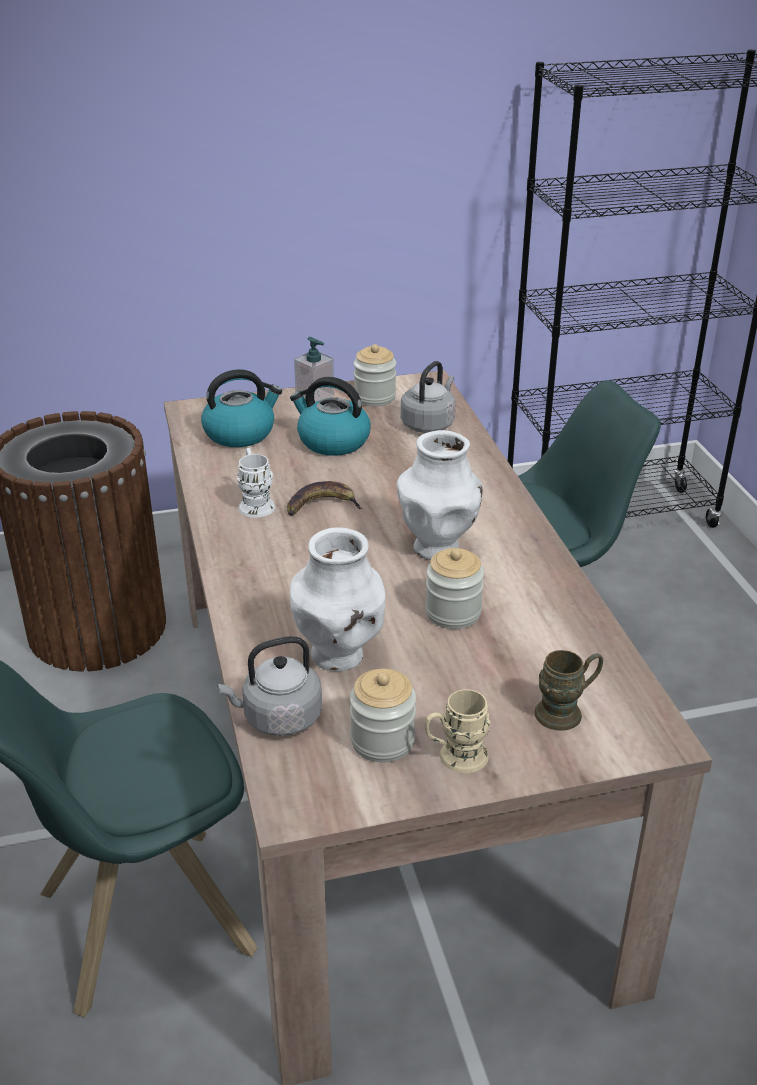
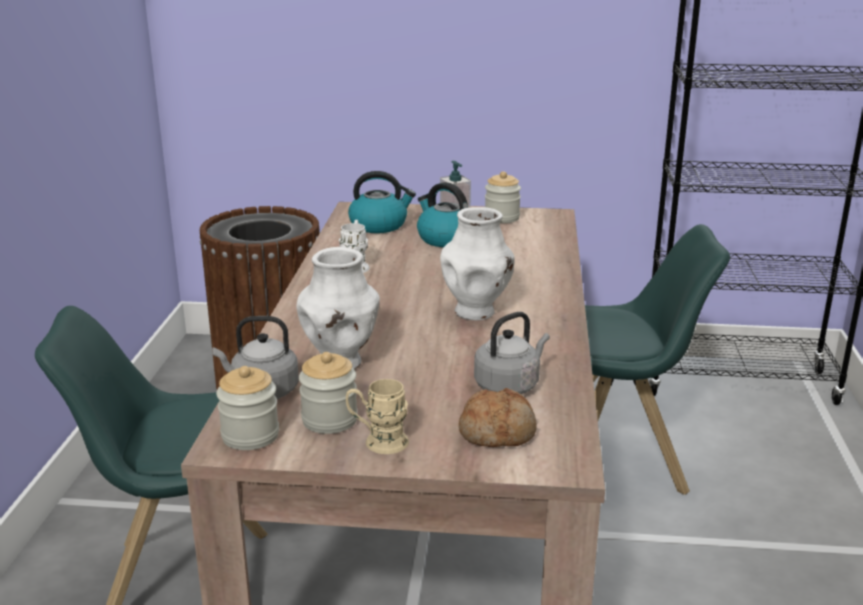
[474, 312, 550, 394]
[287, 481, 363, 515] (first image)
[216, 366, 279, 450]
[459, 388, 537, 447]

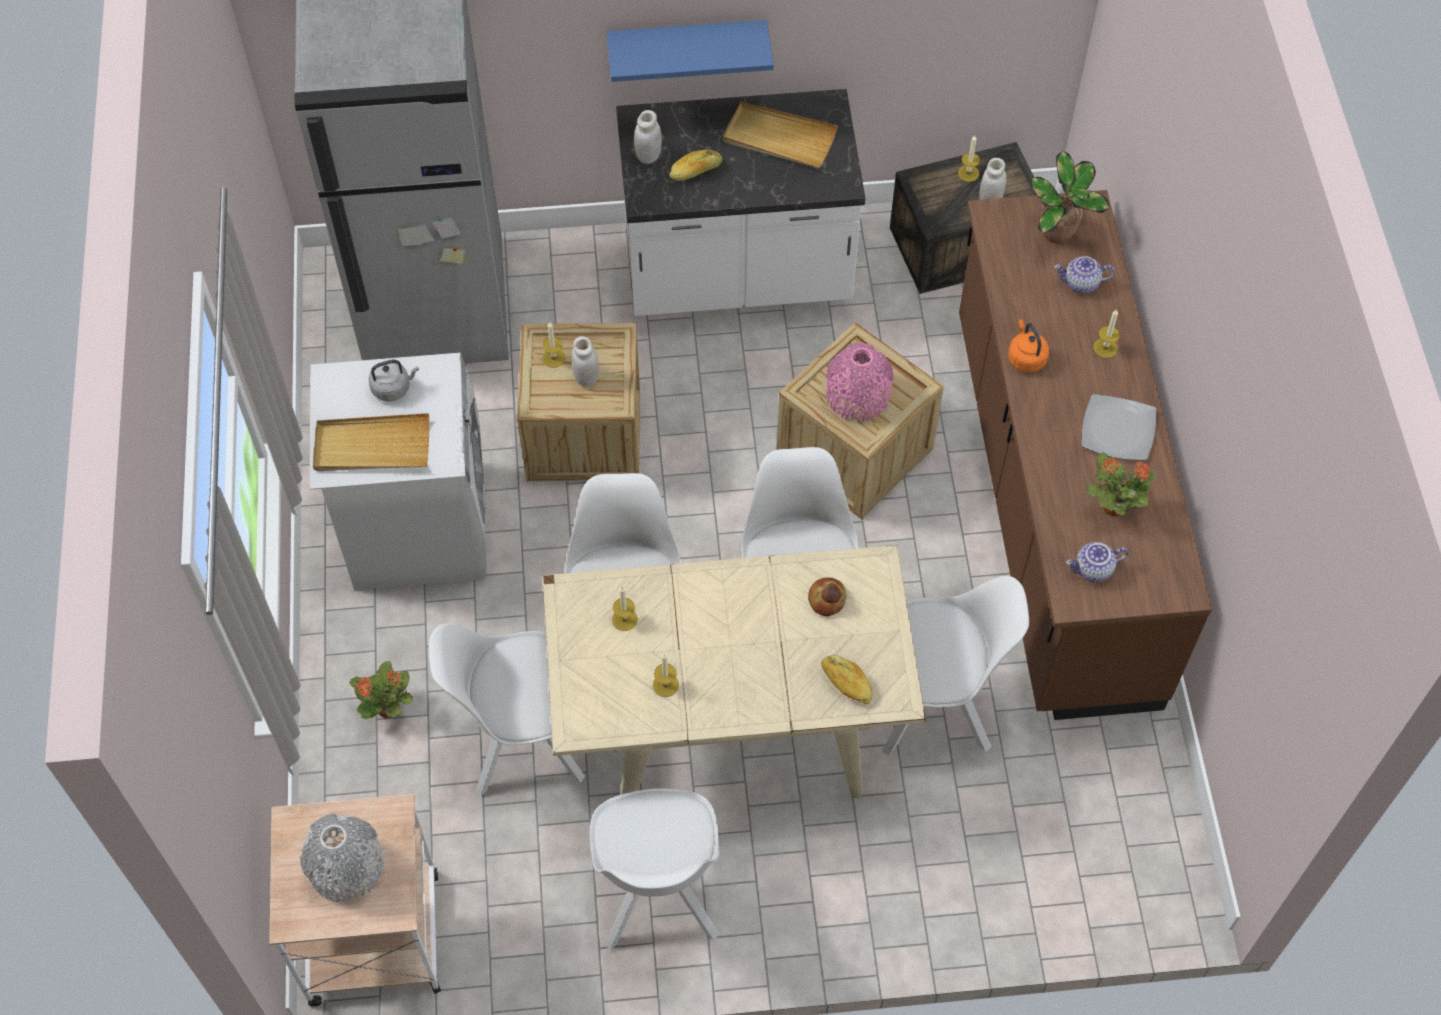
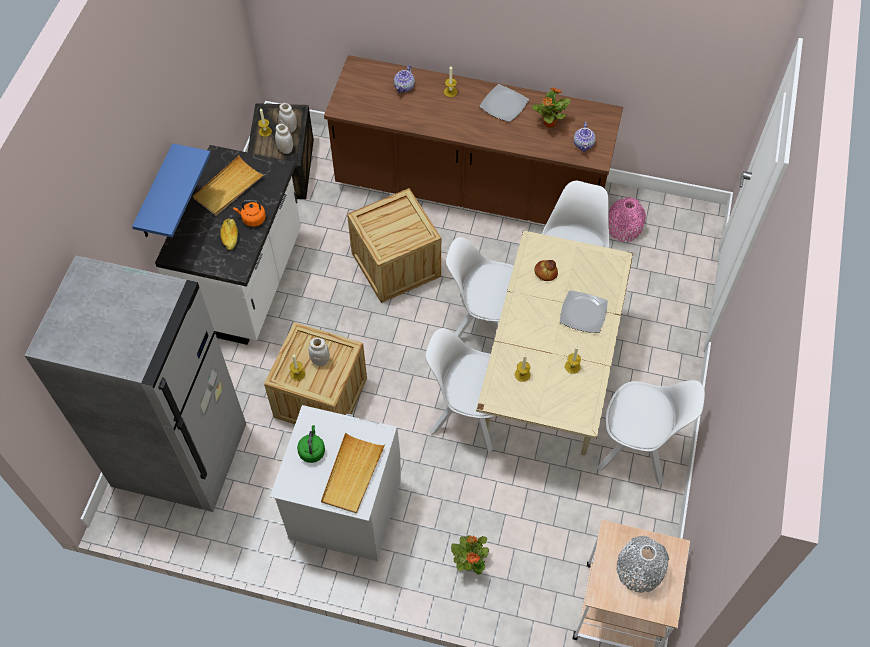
[275, 124, 293, 154]
[1029, 151, 1109, 244] (first image)
[233, 200, 266, 227]
[609, 197, 646, 242]
[297, 425, 325, 463]
[429, 624, 585, 796] (first image)
[821, 655, 873, 704] (first image)
[560, 290, 608, 333]

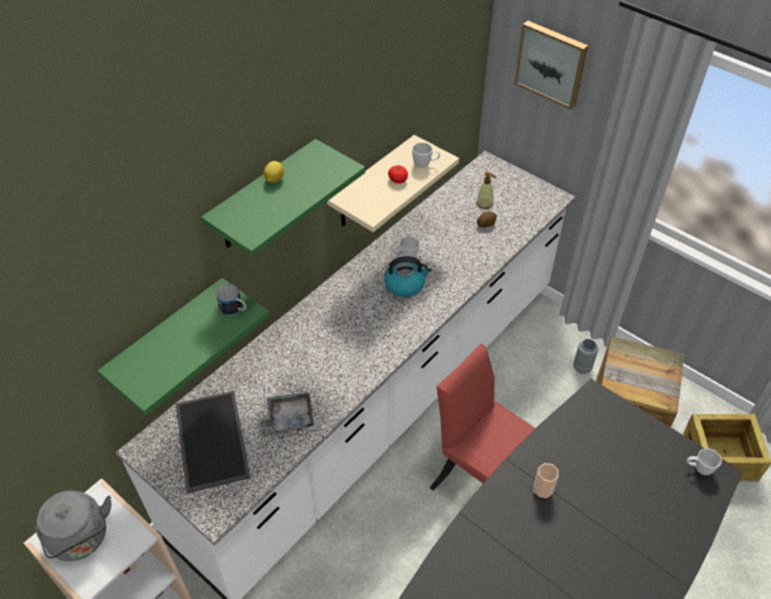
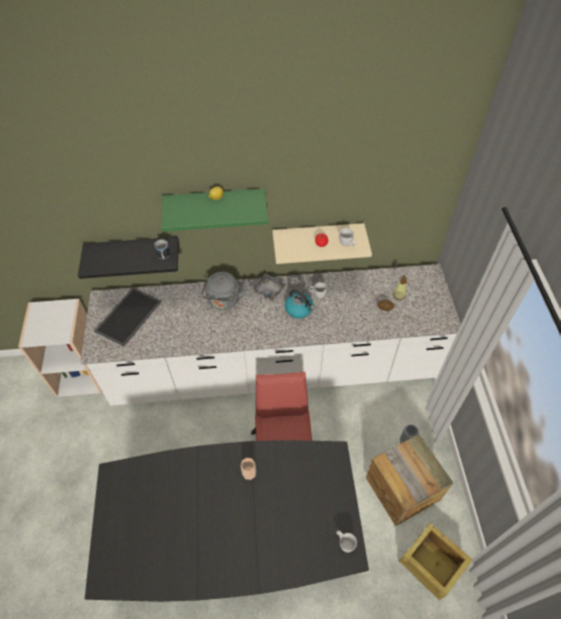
[515, 21, 588, 110] (first image)
[78, 237, 179, 279]
[248, 273, 286, 300]
[201, 272, 246, 310]

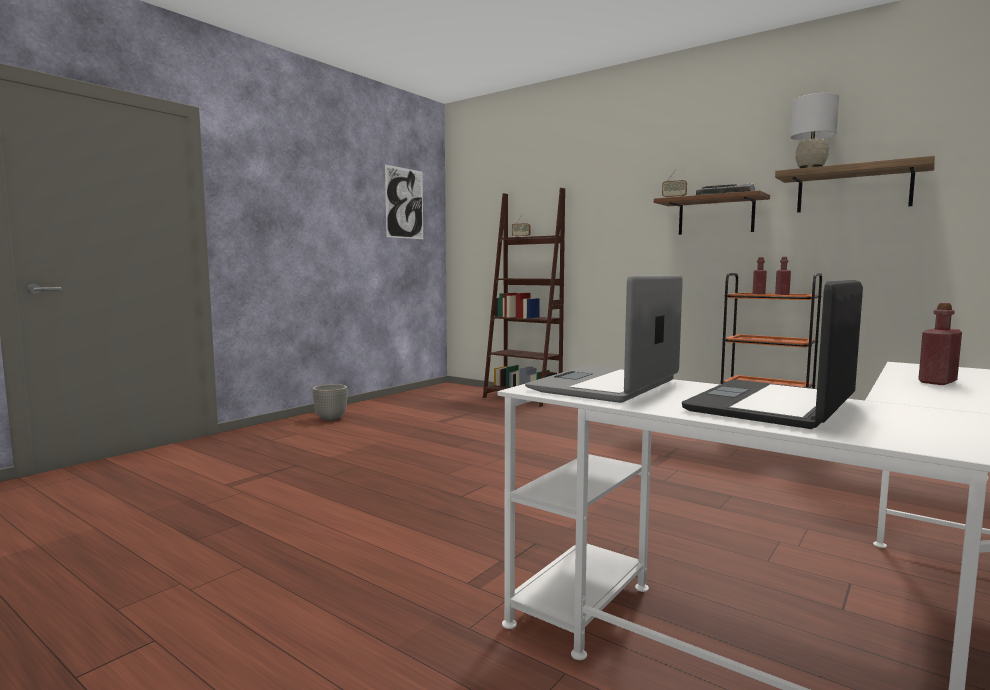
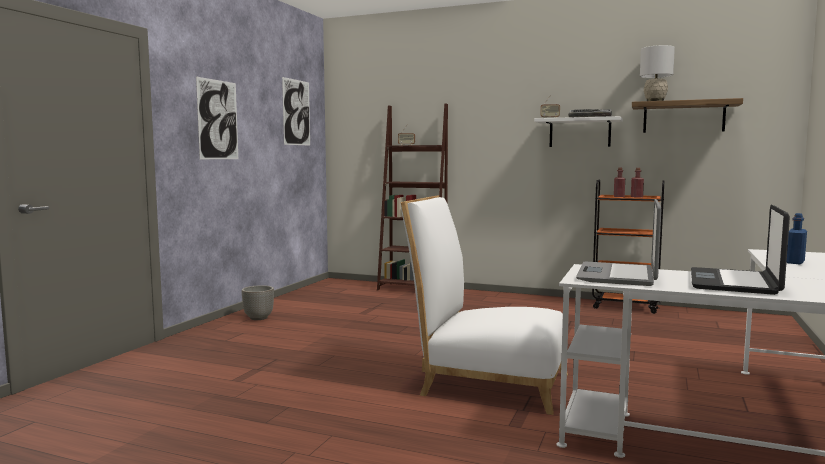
[534, 116, 623, 147]
[787, 213, 807, 264]
[196, 76, 238, 159]
[401, 195, 568, 415]

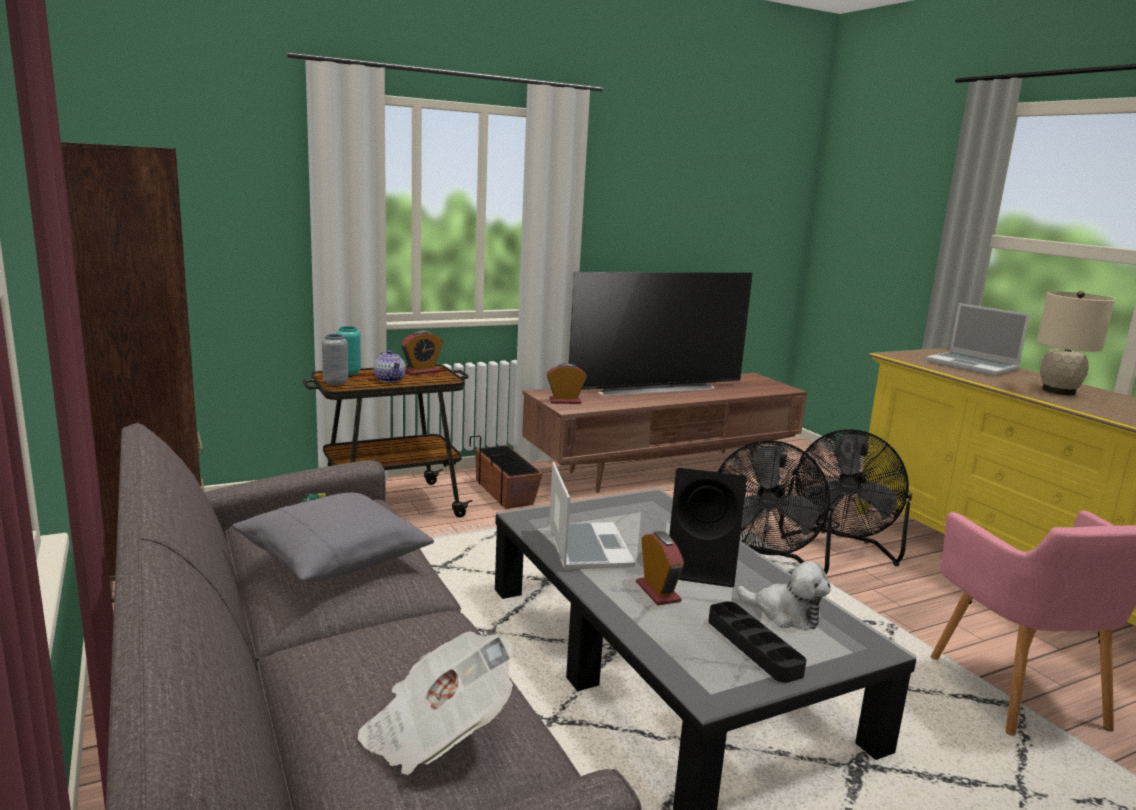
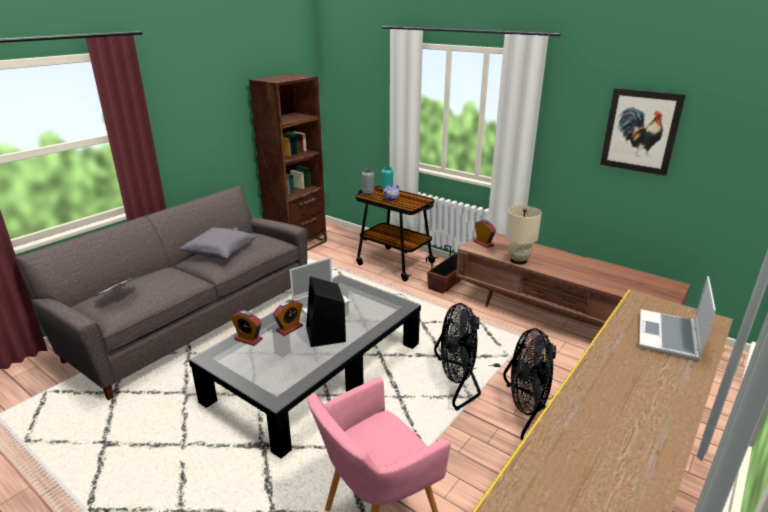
[569, 272, 753, 396] (first image)
[505, 205, 542, 264]
[231, 311, 263, 346]
[737, 561, 831, 630] (first image)
[708, 601, 806, 683] (first image)
[600, 88, 686, 176]

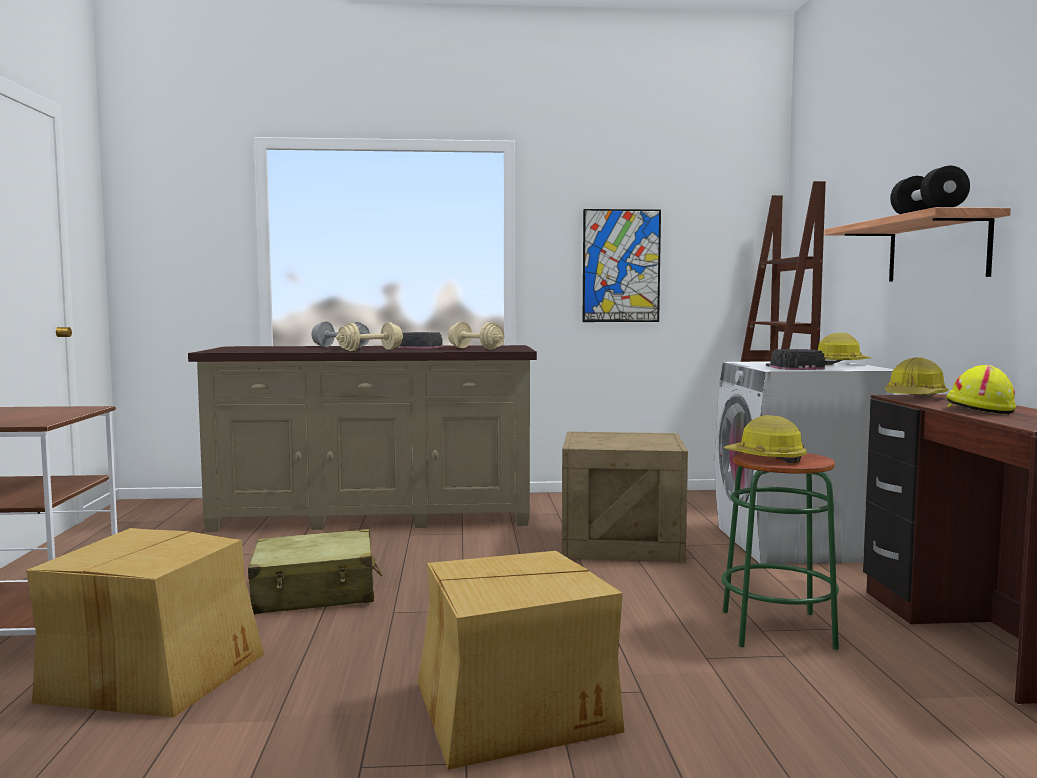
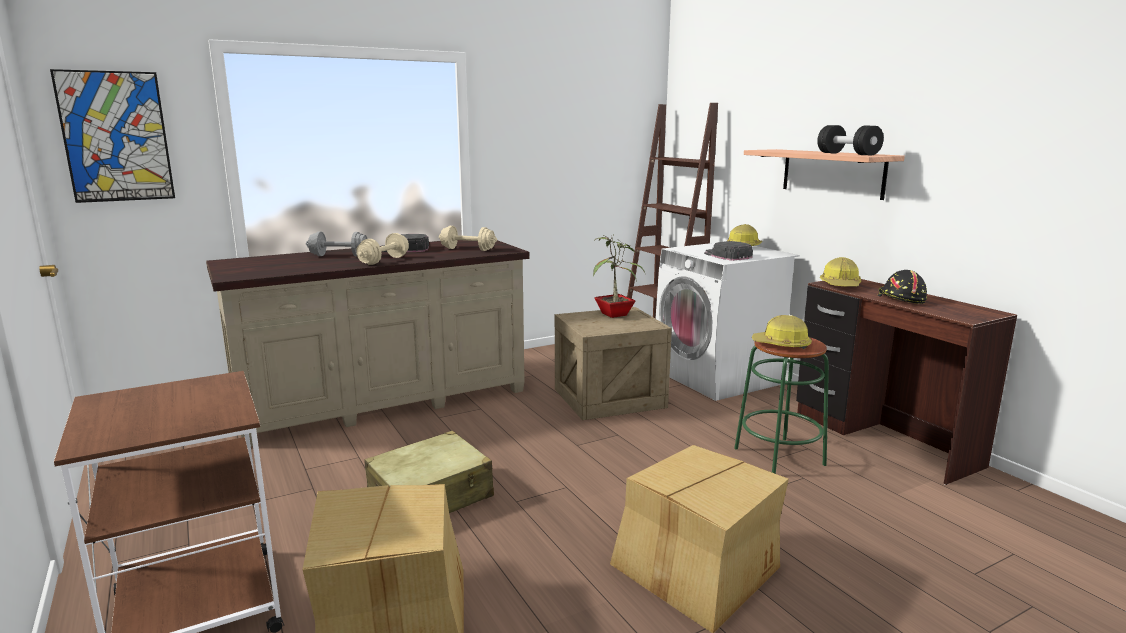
[50, 69, 175, 203]
[878, 270, 927, 304]
[593, 235, 646, 318]

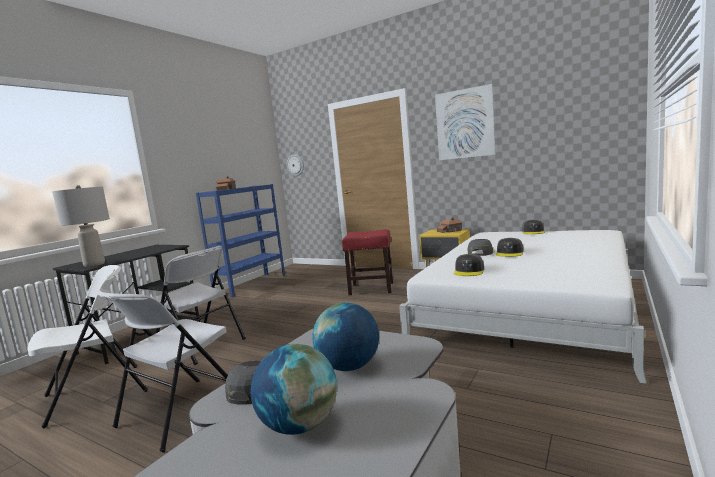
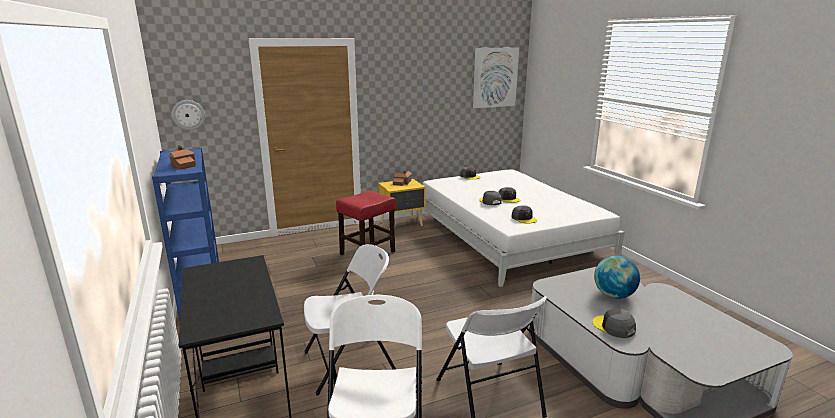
[473, 47, 519, 108]
[52, 185, 110, 267] (first image)
[251, 344, 337, 435] (first image)

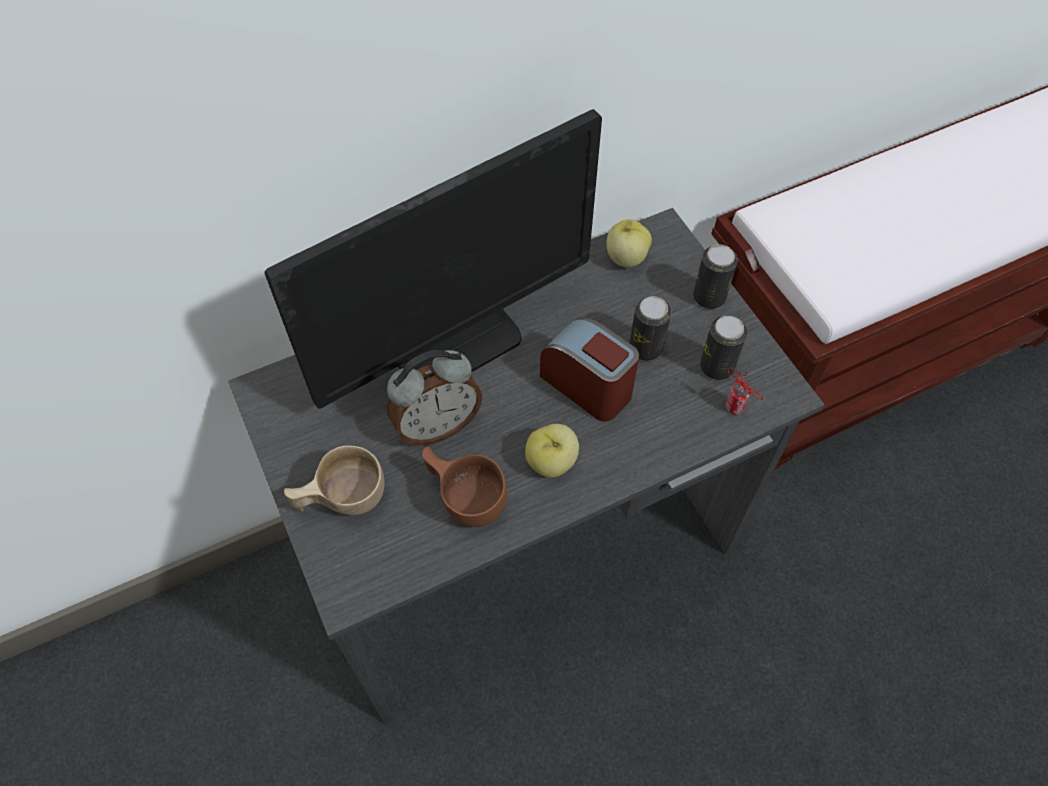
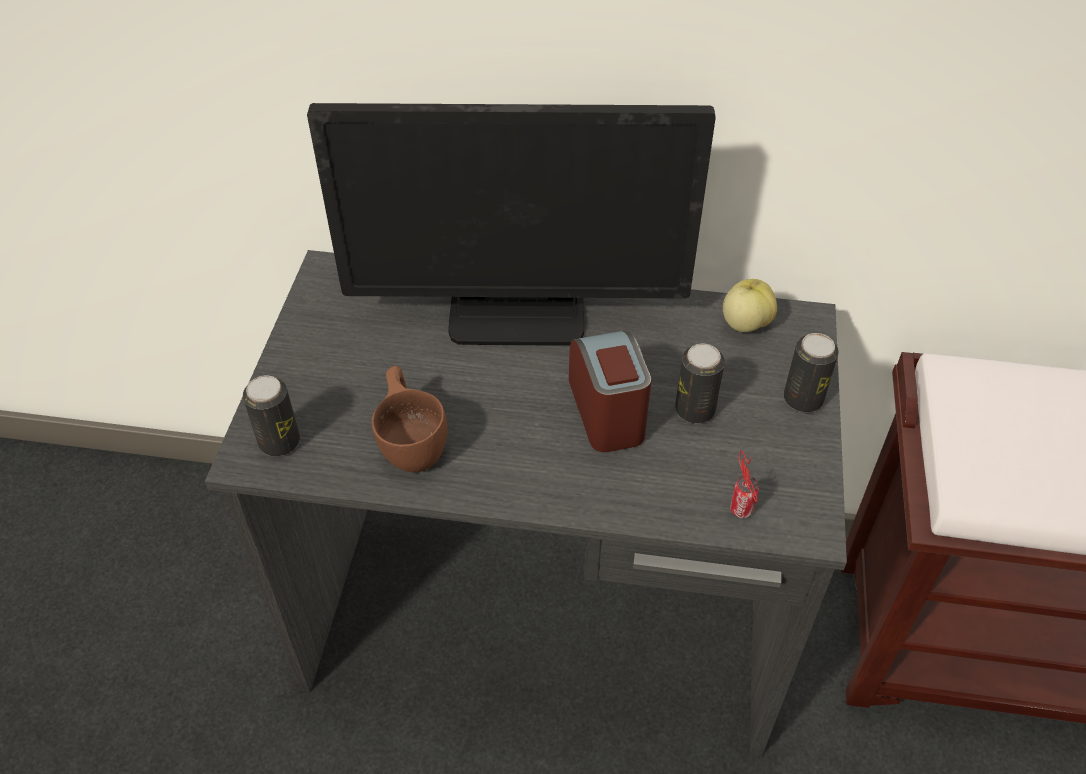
[243, 375, 300, 456]
[387, 350, 482, 446] (first image)
[525, 424, 579, 478] (first image)
[284, 445, 385, 515] (first image)

